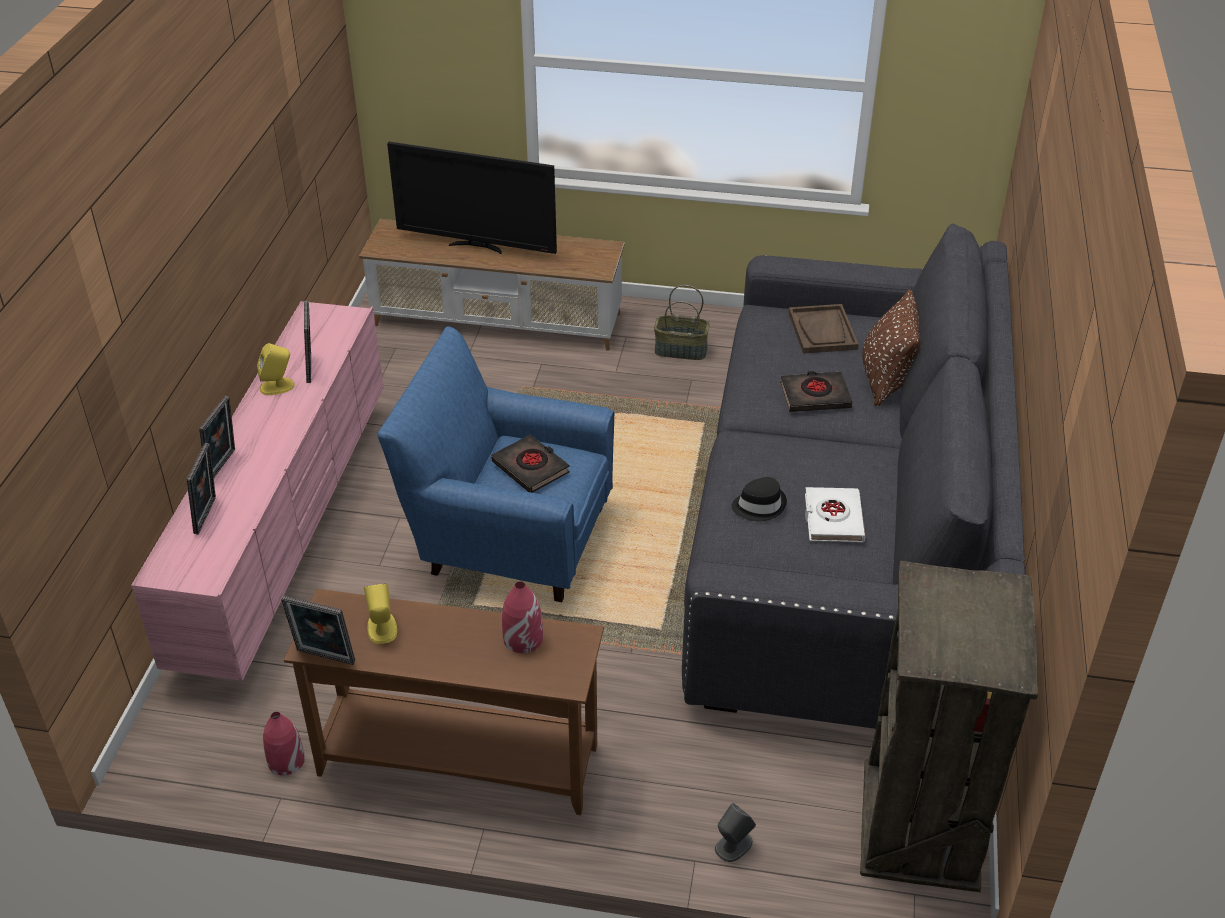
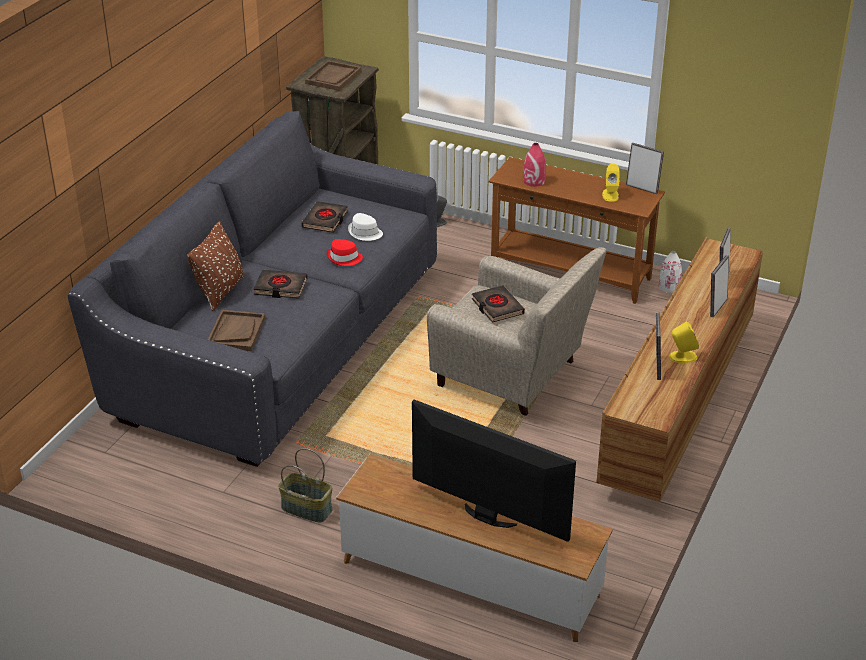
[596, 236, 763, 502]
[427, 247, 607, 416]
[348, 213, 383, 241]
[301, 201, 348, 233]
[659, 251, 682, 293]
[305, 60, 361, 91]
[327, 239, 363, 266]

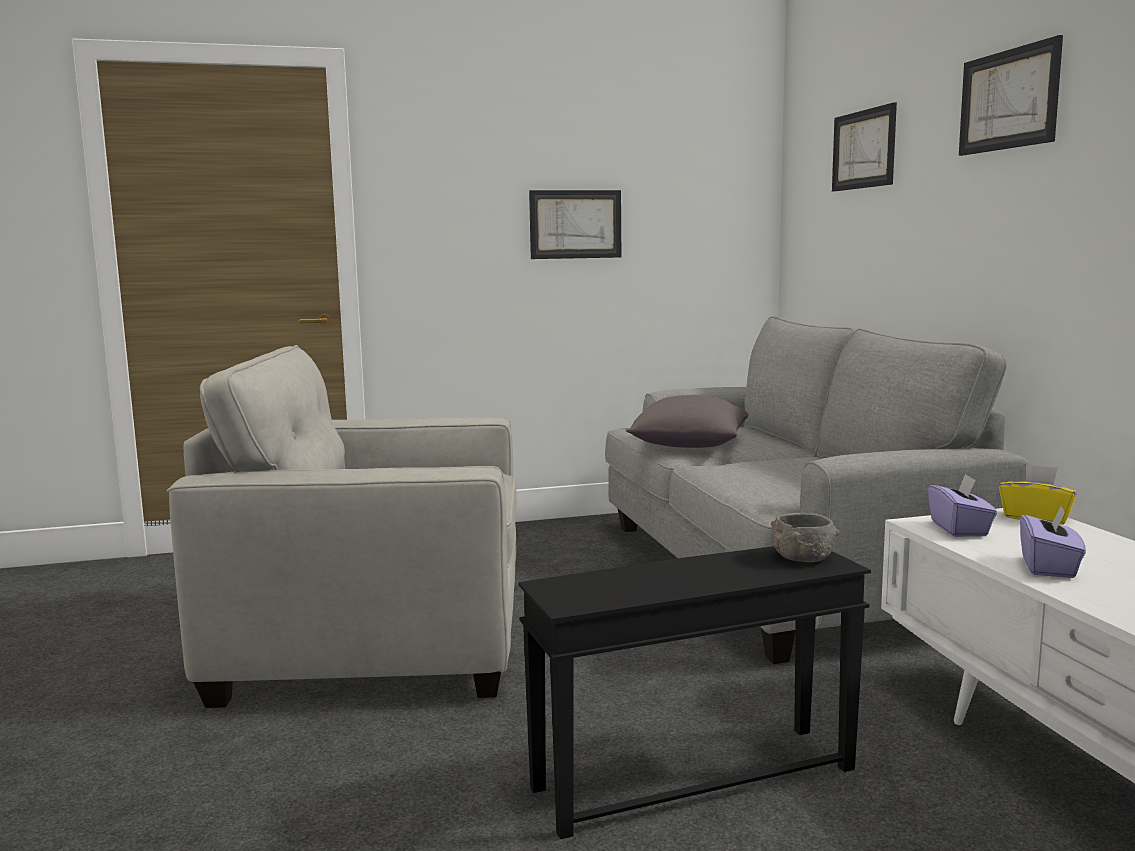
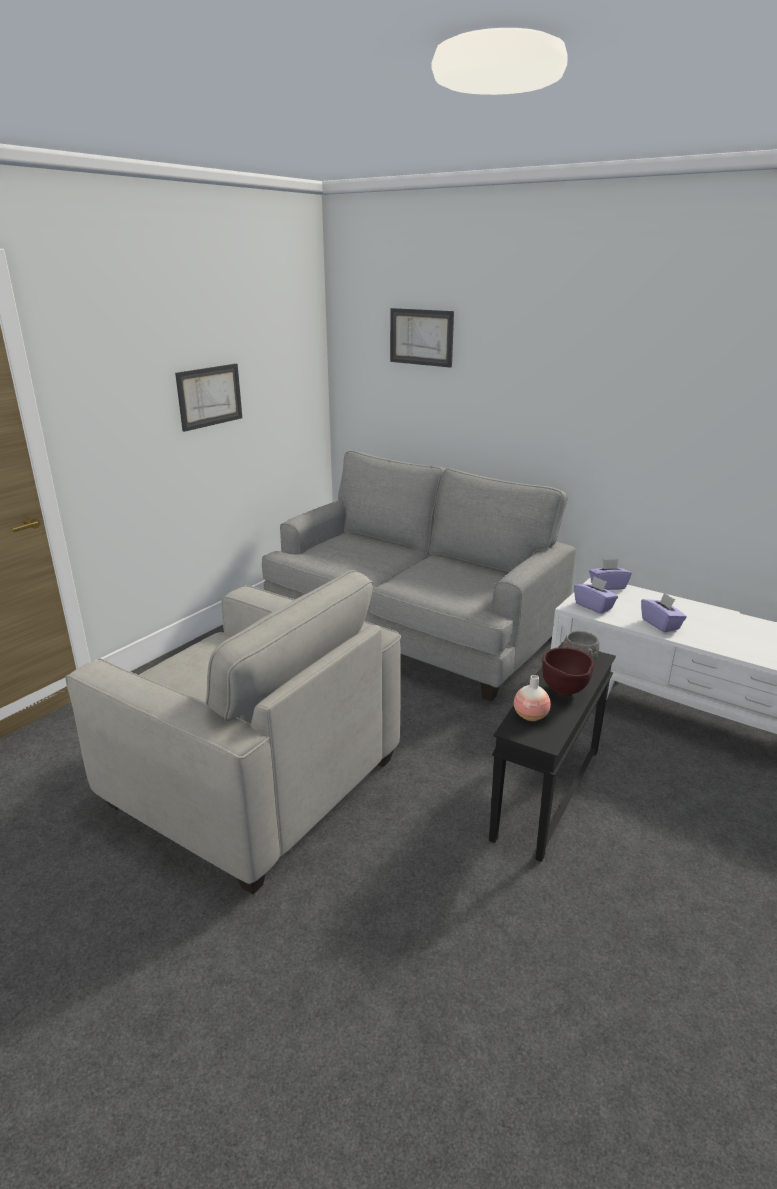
[959, 35, 1063, 156] (first image)
[65, 570, 401, 894]
[626, 395, 748, 448] (first image)
[589, 559, 632, 590]
[542, 647, 594, 696]
[514, 675, 551, 721]

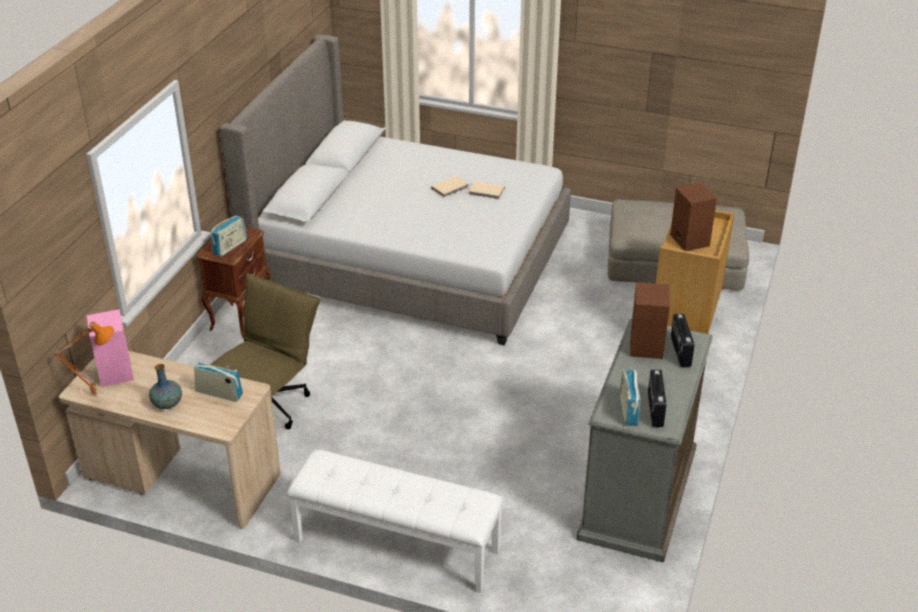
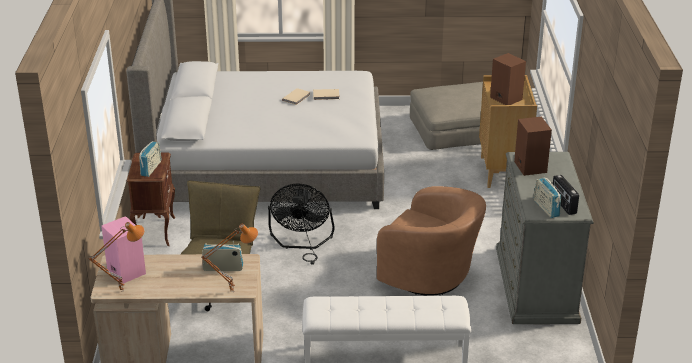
[671, 314, 694, 367] (first image)
[149, 364, 182, 409] (first image)
[268, 184, 335, 265]
[377, 186, 486, 296]
[201, 223, 258, 292]

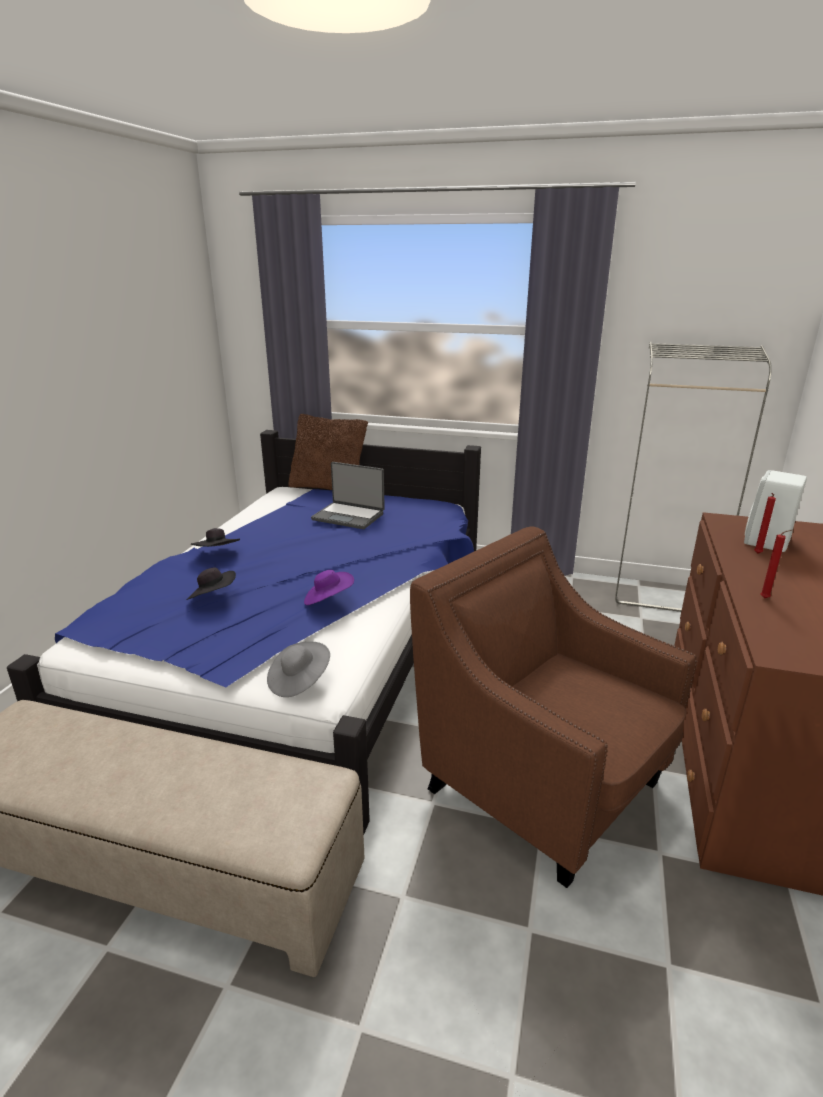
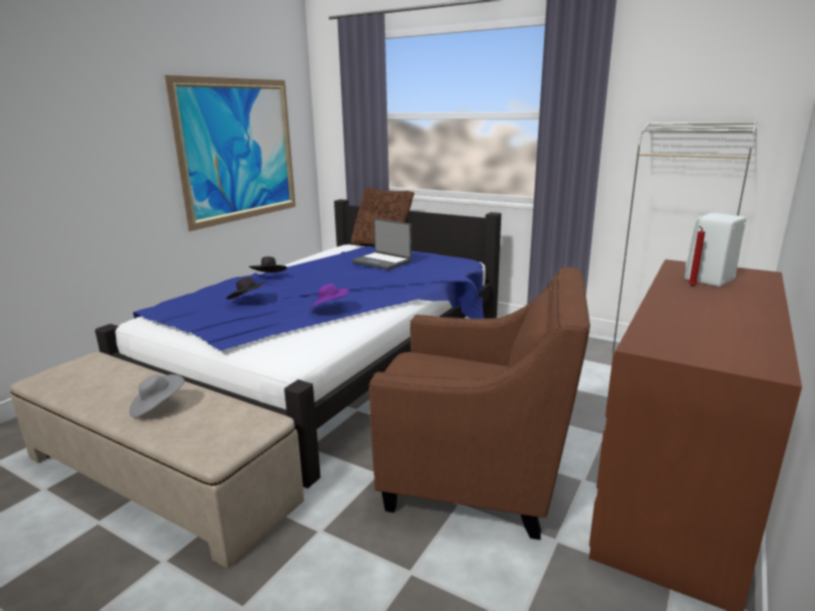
[369, 267, 590, 540]
[760, 530, 792, 599] (first image)
[129, 374, 184, 418]
[165, 75, 296, 232]

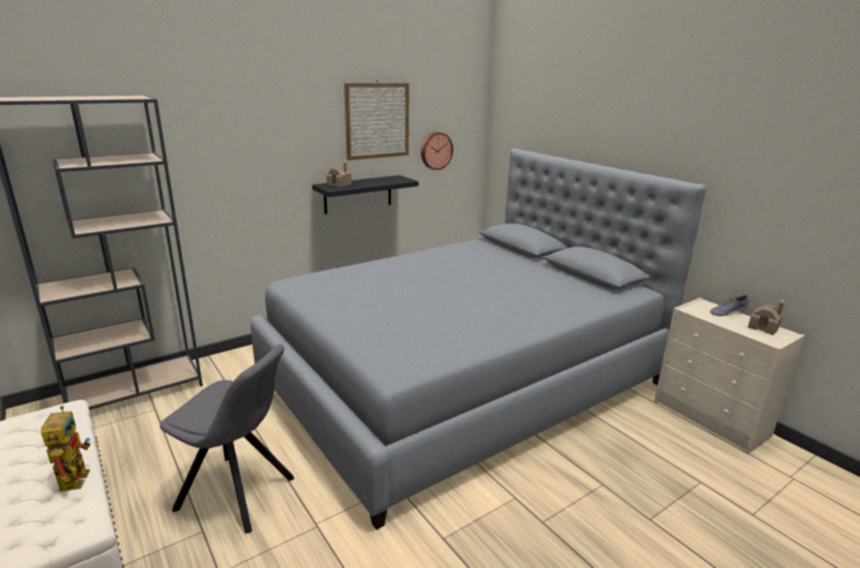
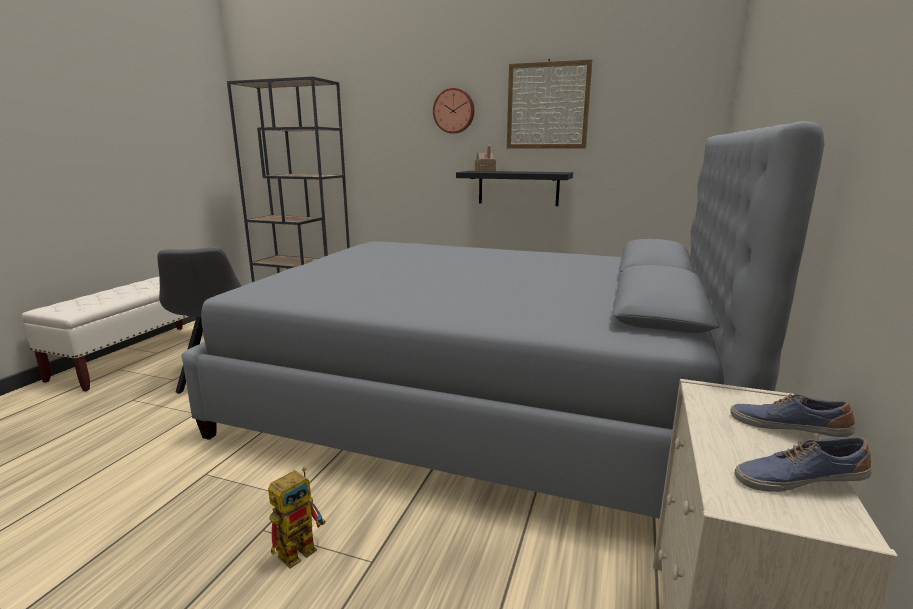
[433, 88, 474, 134]
[735, 436, 872, 492]
[268, 467, 325, 569]

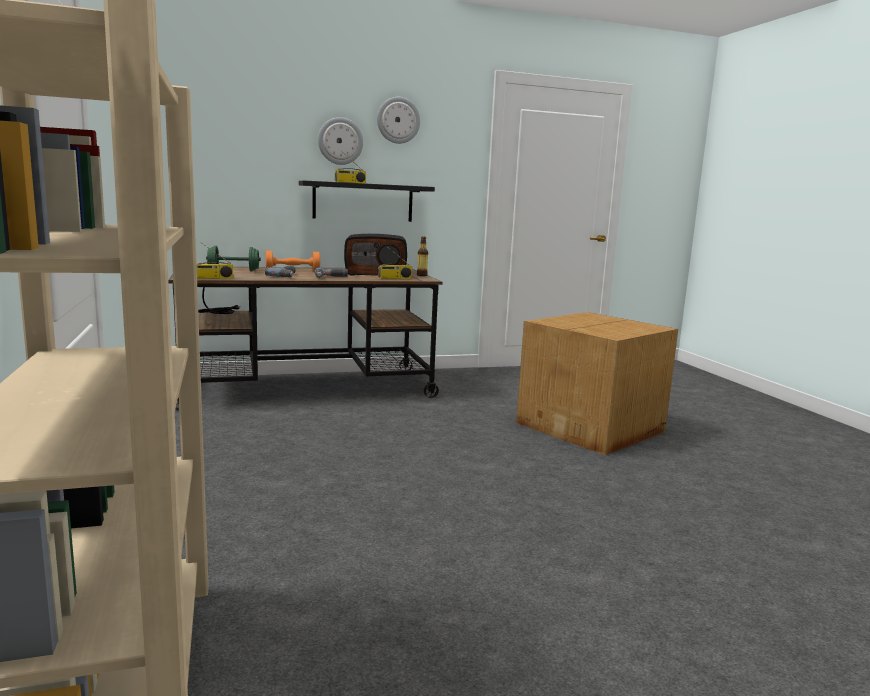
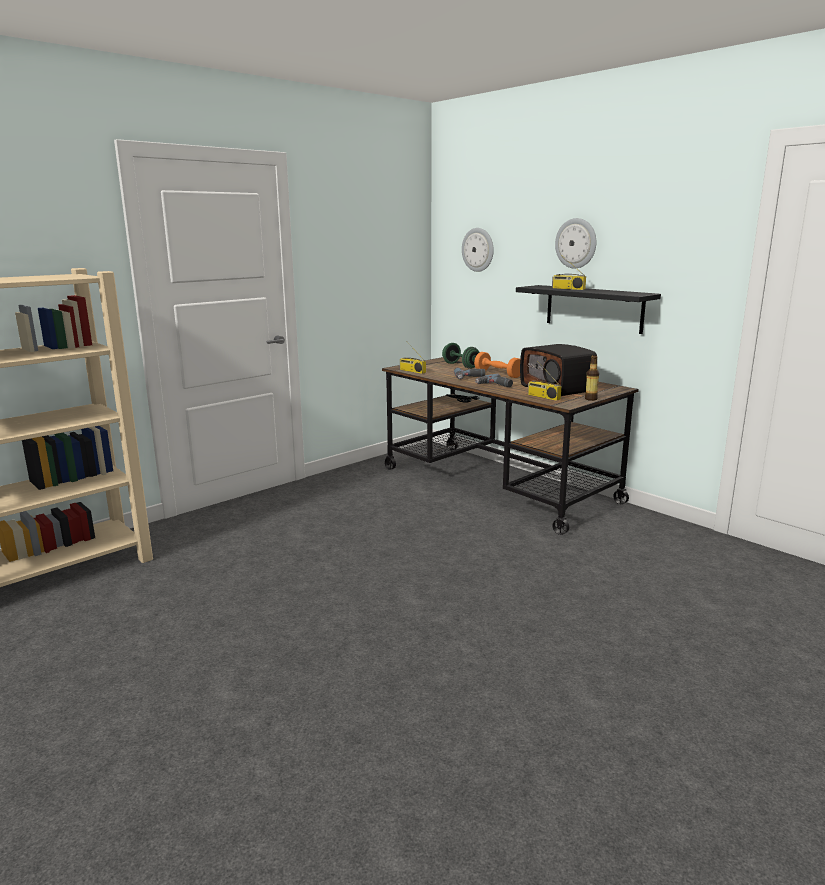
[462, 228, 494, 272]
[516, 312, 678, 455] (first image)

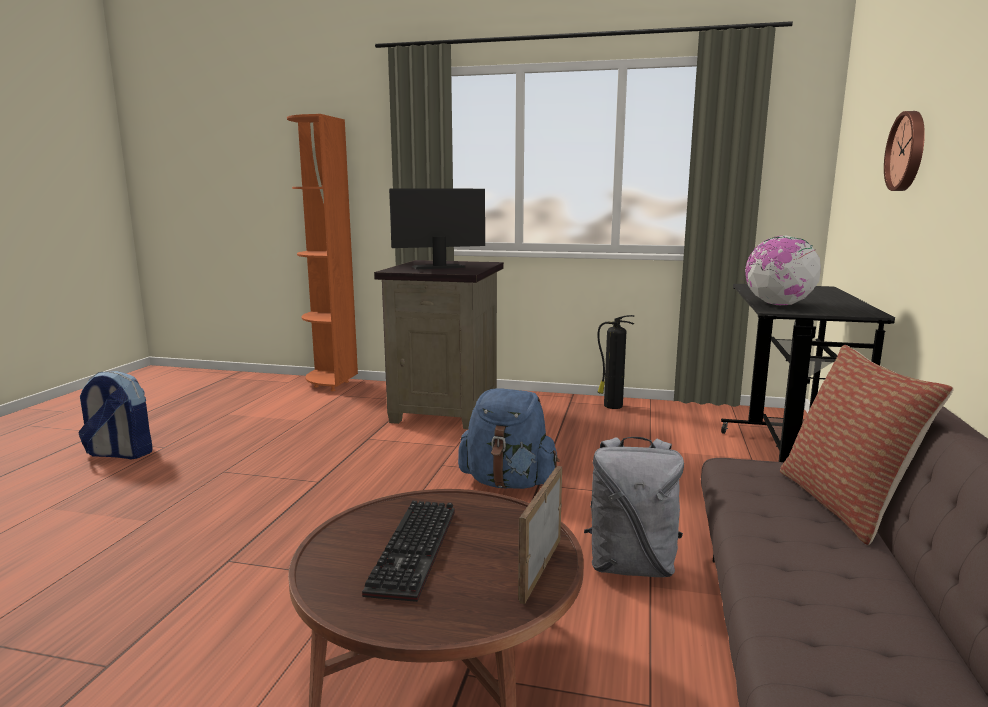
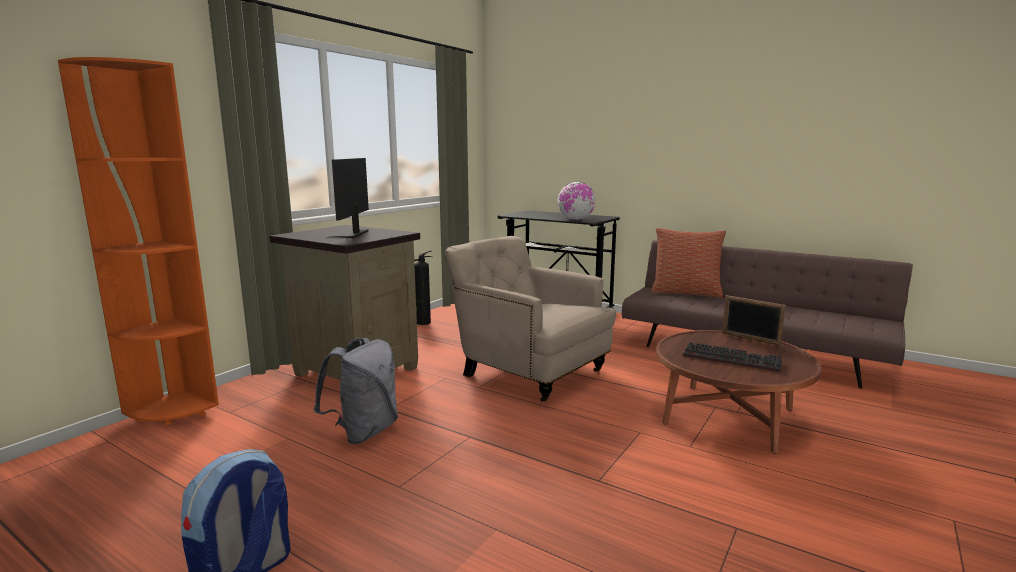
[884, 111, 925, 191] (first image)
[445, 236, 616, 401]
[313, 338, 398, 444]

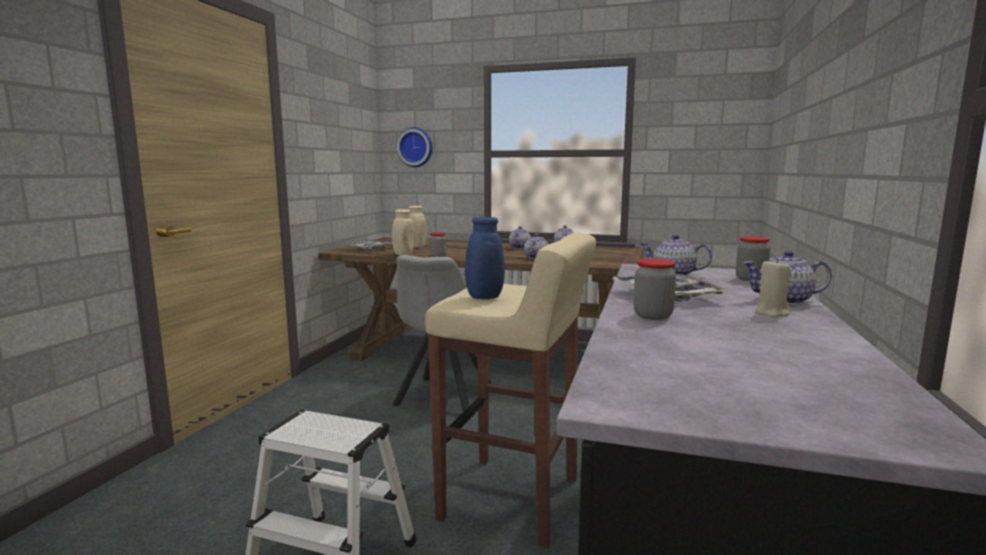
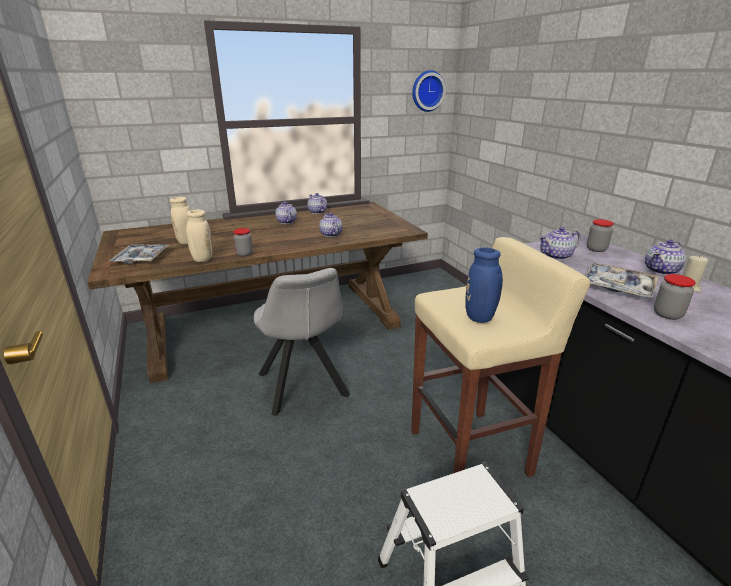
[412, 70, 446, 112]

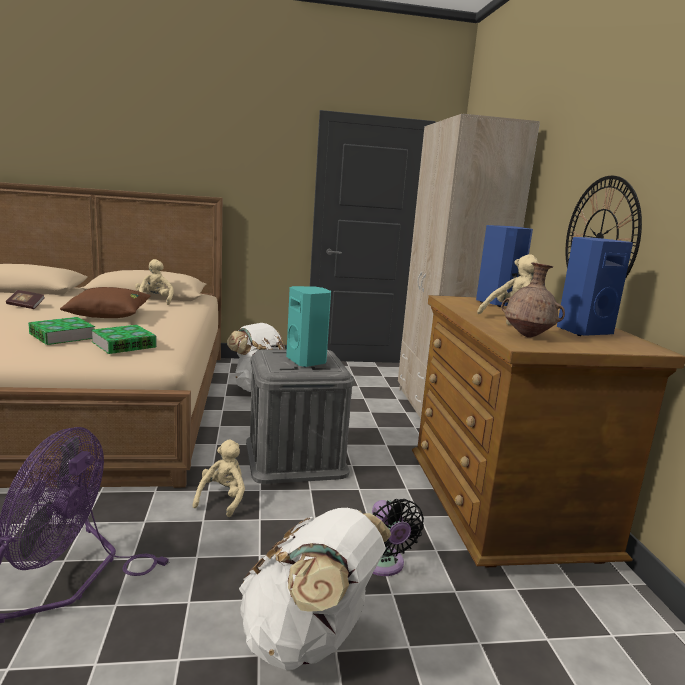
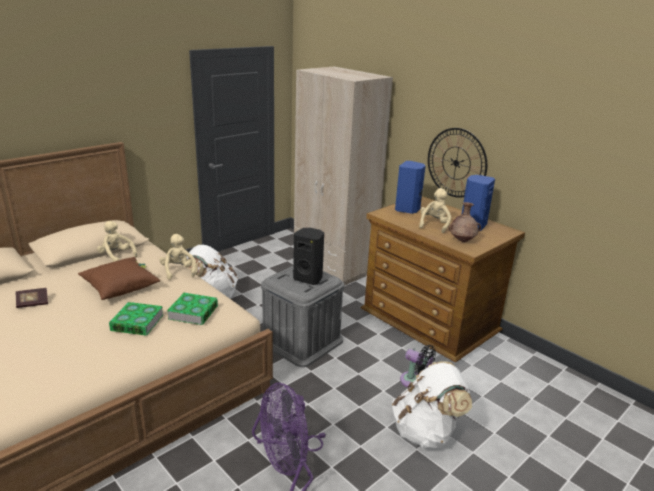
[293, 228, 324, 285]
[160, 234, 196, 280]

